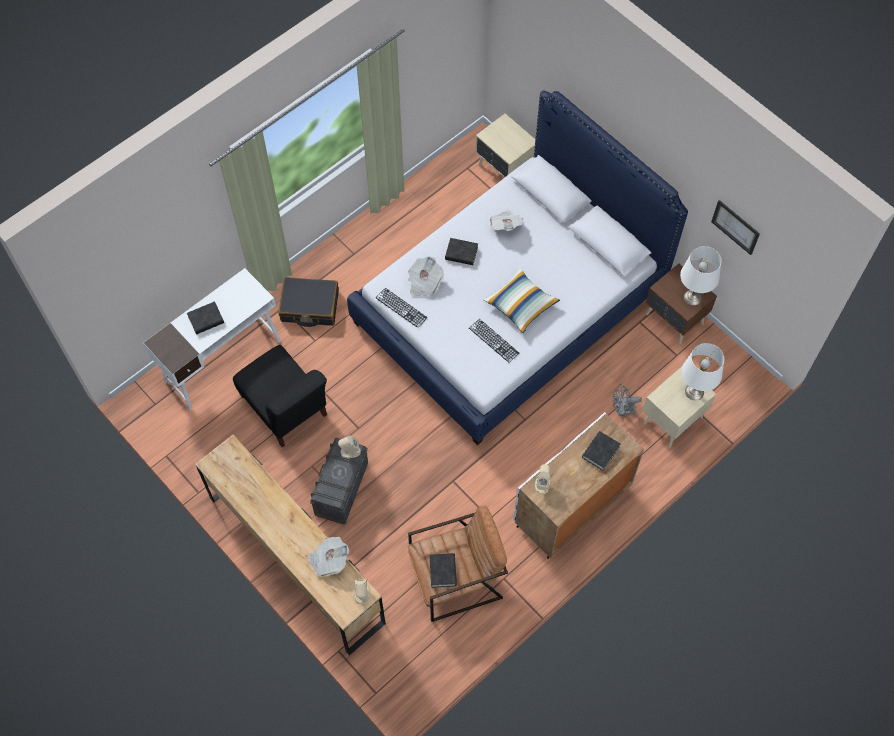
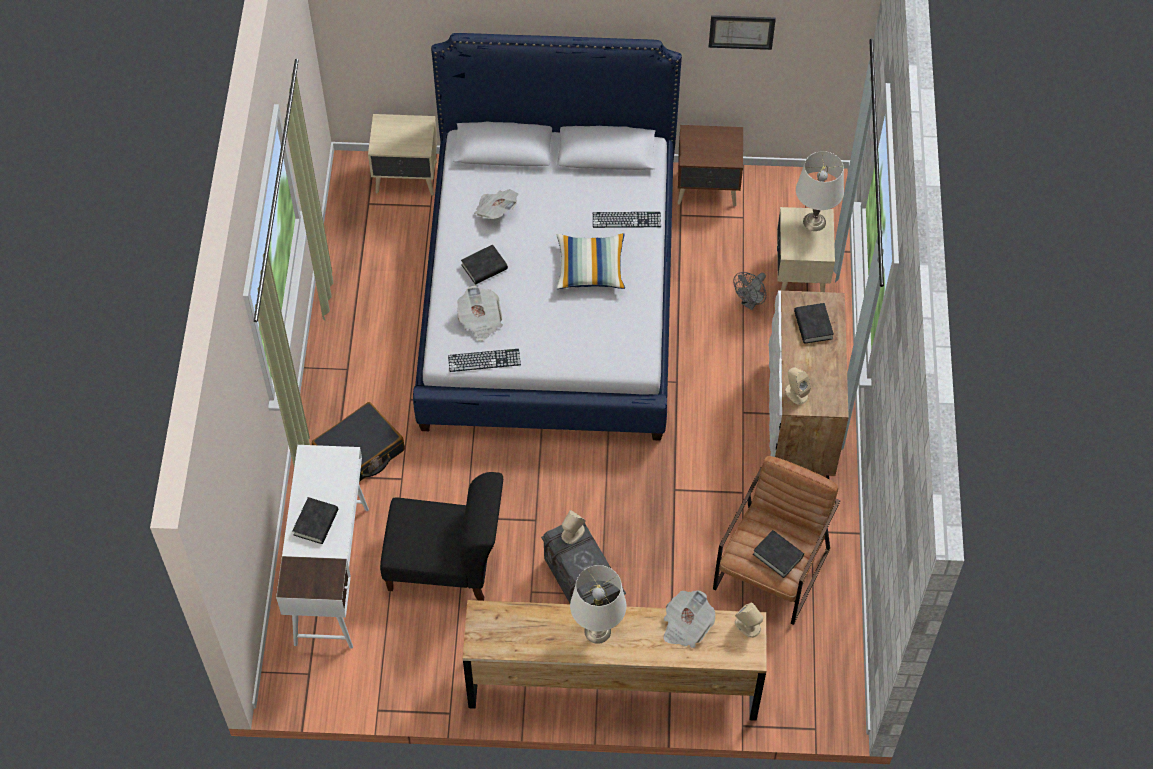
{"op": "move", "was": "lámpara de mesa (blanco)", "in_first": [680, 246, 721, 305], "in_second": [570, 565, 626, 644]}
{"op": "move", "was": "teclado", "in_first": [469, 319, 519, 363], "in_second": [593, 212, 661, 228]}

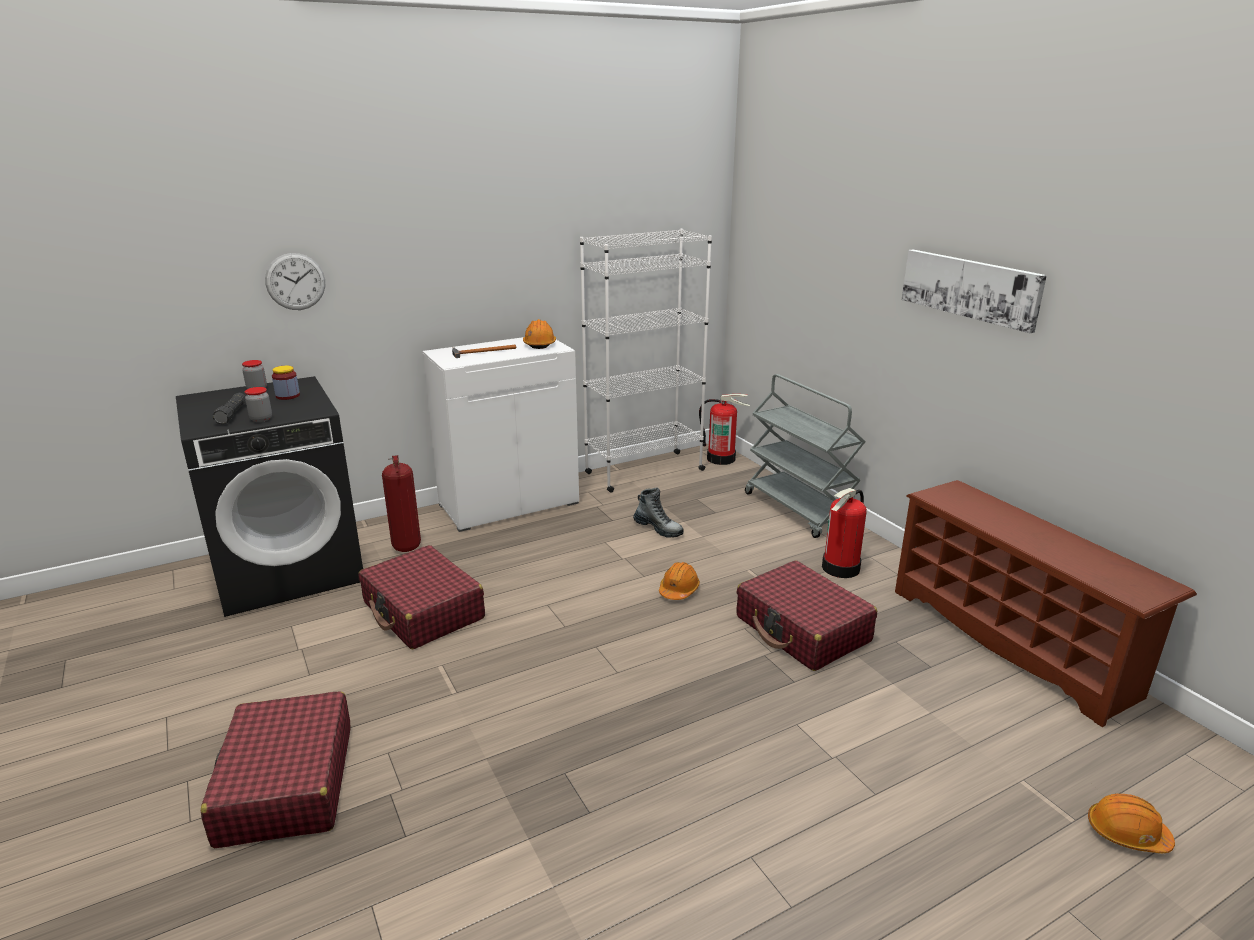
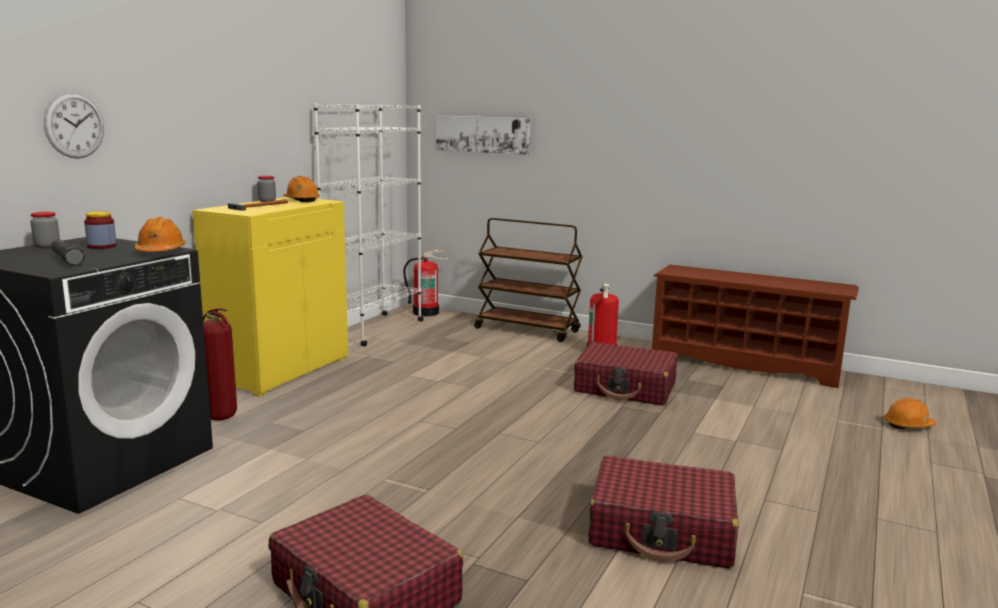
{"op": "move", "was": "cuadro", "in_first": [902, 250, 1047, 333], "in_second": [436, 116, 531, 155]}
{"op": "recolor", "was": "armario (blanco)", "now": "armario (amarillo)", "in_first": [423, 337, 579, 532], "in_second": [192, 197, 348, 397]}
{"op": "recolor", "was": "carrito (gris)", "now": "carrito (marrón)", "in_first": [745, 374, 866, 538], "in_second": [474, 218, 582, 342]}
{"op": "move", "was": "tarro", "in_first": [245, 387, 272, 422], "in_second": [257, 176, 276, 202]}
{"op": "delete", "was": "bota", "in_first": [633, 488, 684, 538]}
{"op": "move", "was": "maleta (rojo)", "in_first": [359, 545, 485, 649], "in_second": [588, 455, 739, 569]}
{"op": "move", "was": "casco (naranja)", "in_first": [659, 562, 700, 600], "in_second": [135, 217, 186, 251]}

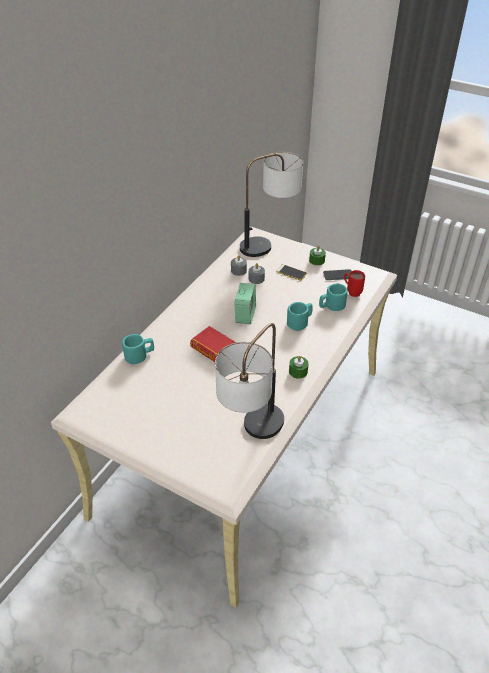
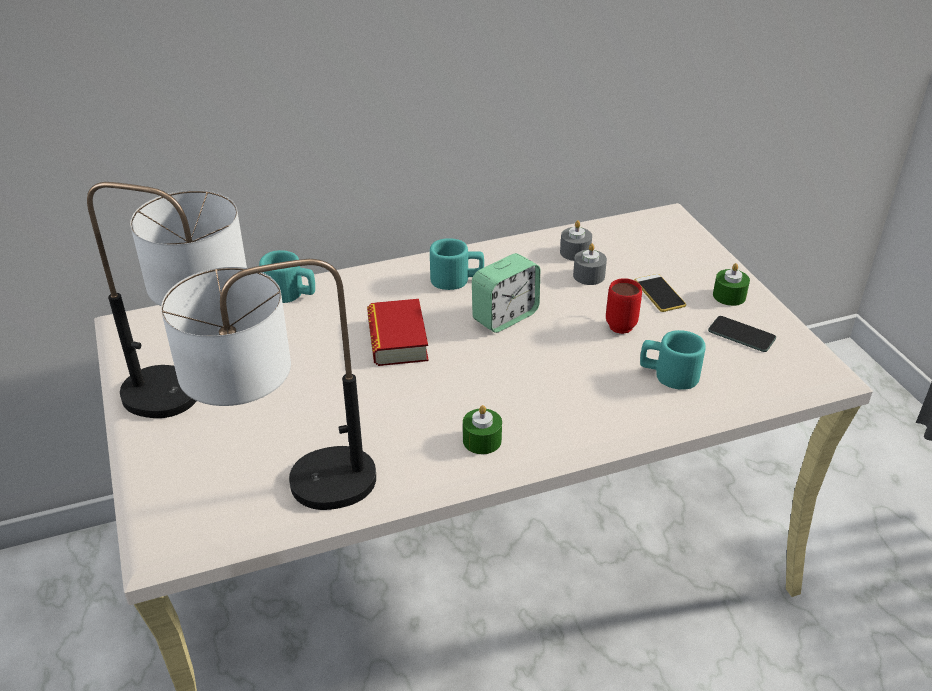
{"op": "move", "was": "lámpara de mesa", "in_first": [240, 152, 303, 257], "in_second": [87, 182, 247, 418]}
{"op": "move", "was": "taza grande (rojo)", "in_first": [344, 270, 365, 297], "in_second": [606, 278, 642, 334]}
{"op": "move", "was": "taza grande (turquesa)", "in_first": [287, 302, 313, 331], "in_second": [430, 238, 484, 290]}

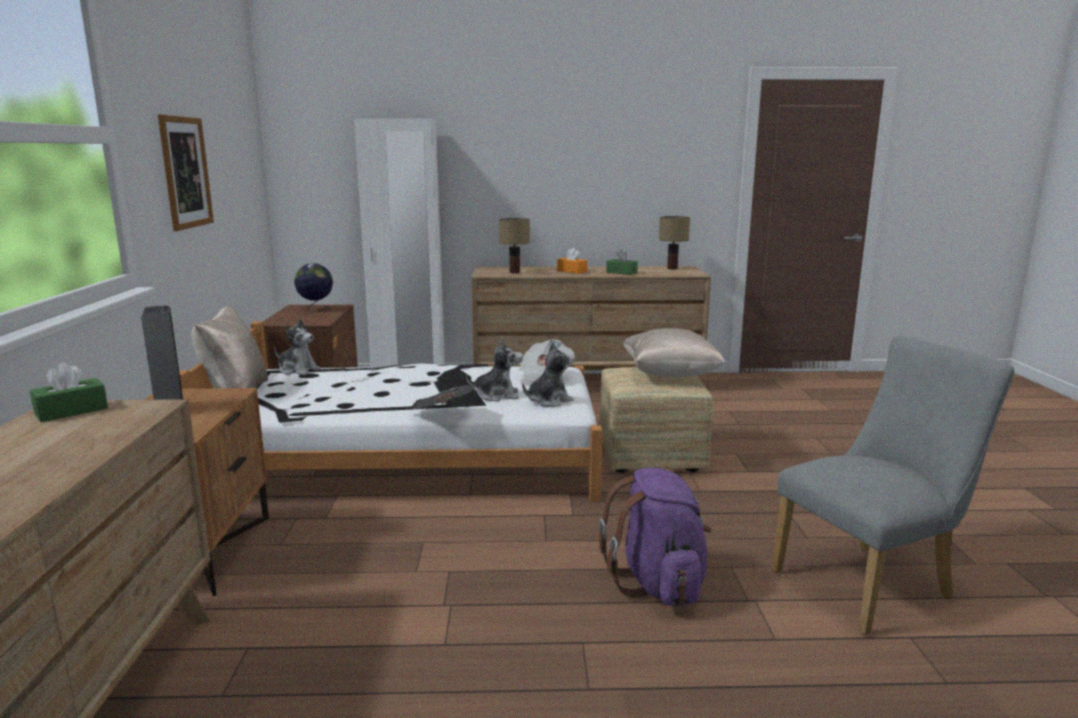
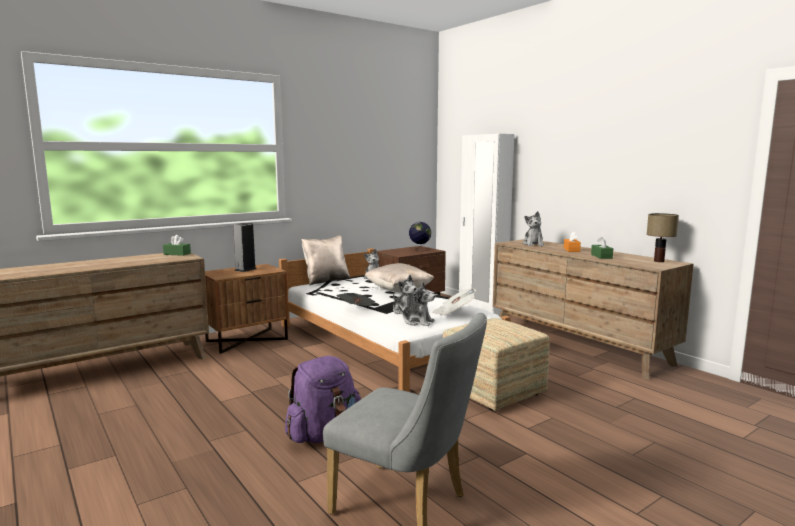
{"op": "delete", "was": "cuadro", "in_first": [158, 115, 214, 231]}
{"op": "replace", "was": "lámpara de mesa", "now": "peluche", "in_first": [499, 218, 530, 273], "in_second": [523, 211, 544, 246]}
{"op": "move", "was": "cojín (beis)", "in_first": [623, 328, 725, 377], "in_second": [364, 263, 435, 292]}

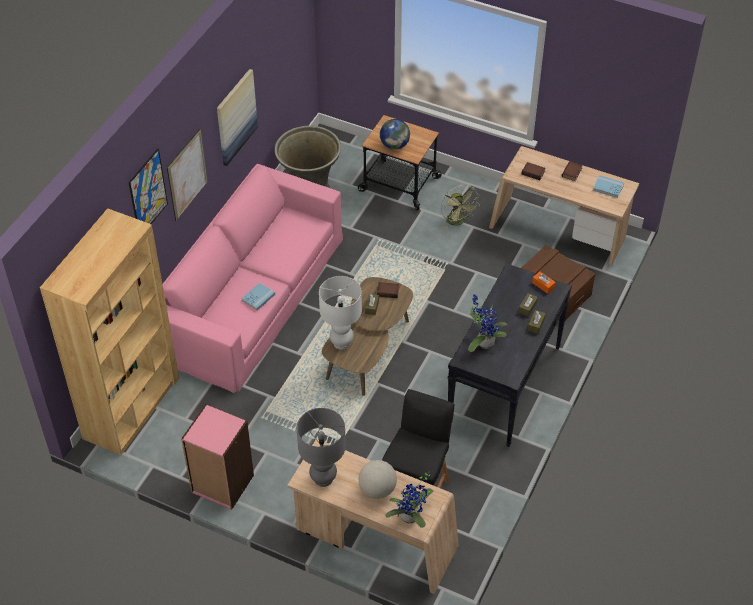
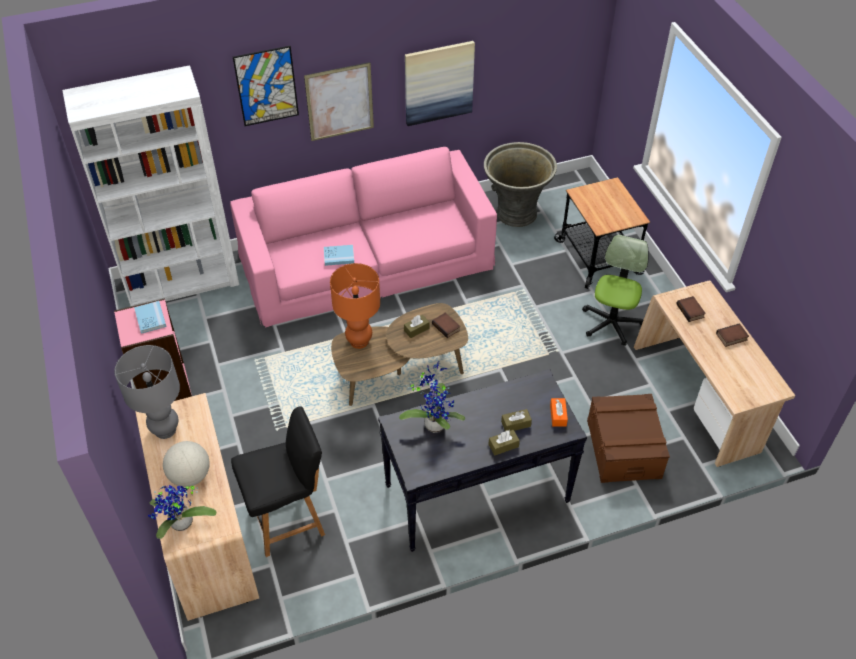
{"op": "delete", "was": "globo terráqueo", "in_first": [380, 119, 410, 150]}
{"op": "move", "was": "libro (azul)", "in_first": [593, 175, 624, 198], "in_second": [134, 301, 167, 334]}
{"op": "replace", "was": "ventilador (verde)", "now": "silla de oficina", "in_first": [441, 185, 480, 229], "in_second": [582, 234, 649, 346]}
{"op": "recolor", "was": "estantería (marrón)", "now": "estantería (blanco)", "in_first": [40, 208, 179, 455], "in_second": [62, 65, 239, 306]}
{"op": "recolor", "was": "lámpara de mesa (blanco)", "now": "lámpara de mesa (naranja)", "in_first": [319, 276, 362, 350], "in_second": [330, 263, 380, 349]}

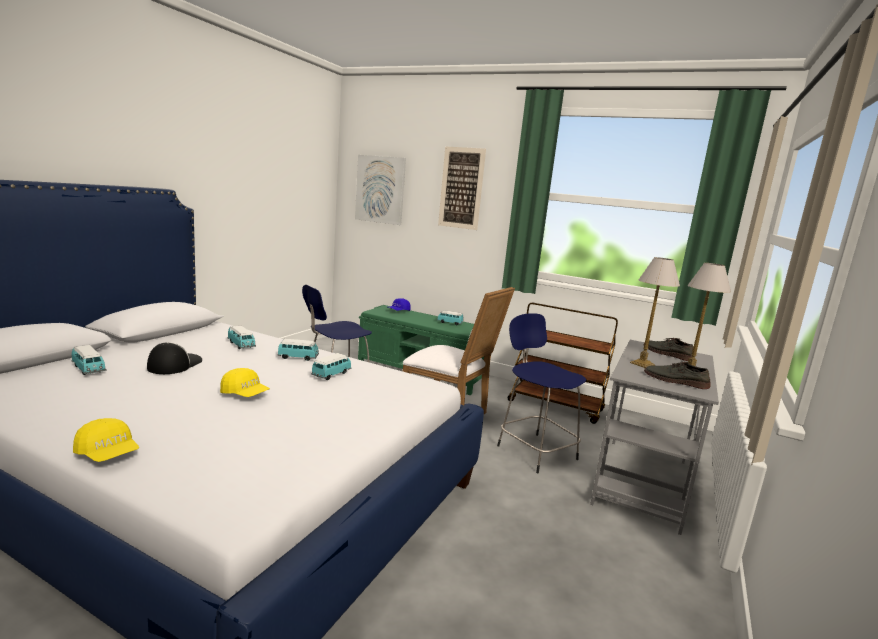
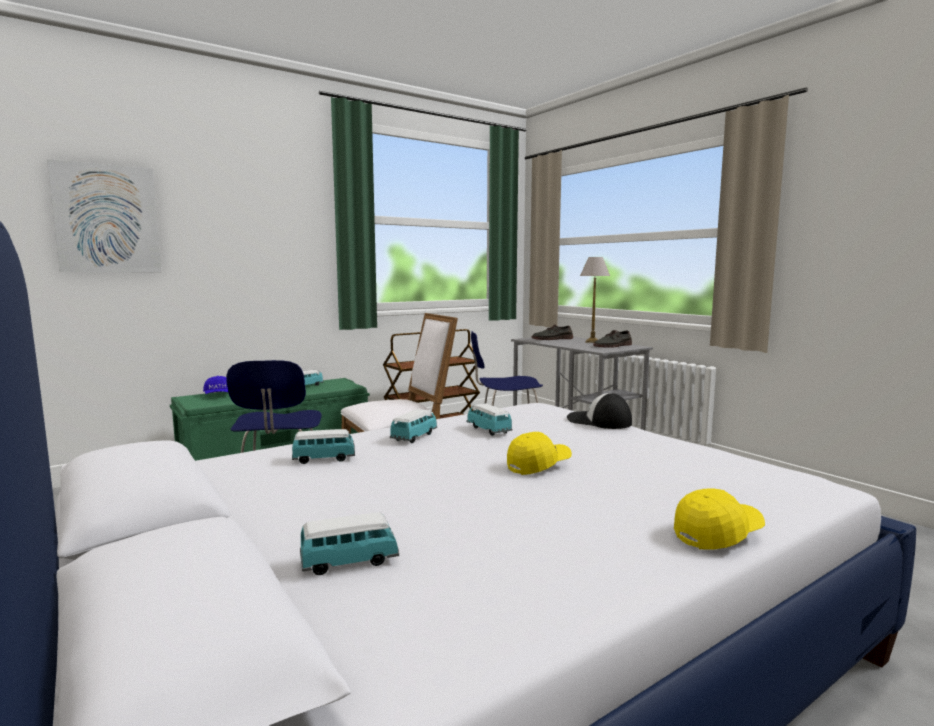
{"op": "delete", "was": "cuadro", "in_first": [438, 146, 486, 230]}
{"op": "delete", "was": "lámpara de mesa", "in_first": [630, 257, 680, 368]}
{"op": "move", "was": "gorra", "in_first": [147, 342, 202, 374], "in_second": [567, 393, 632, 429]}

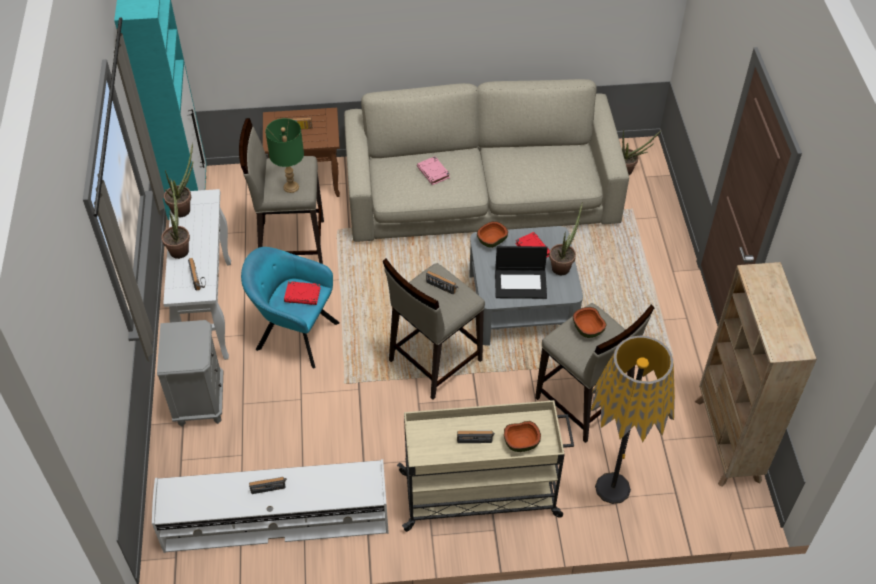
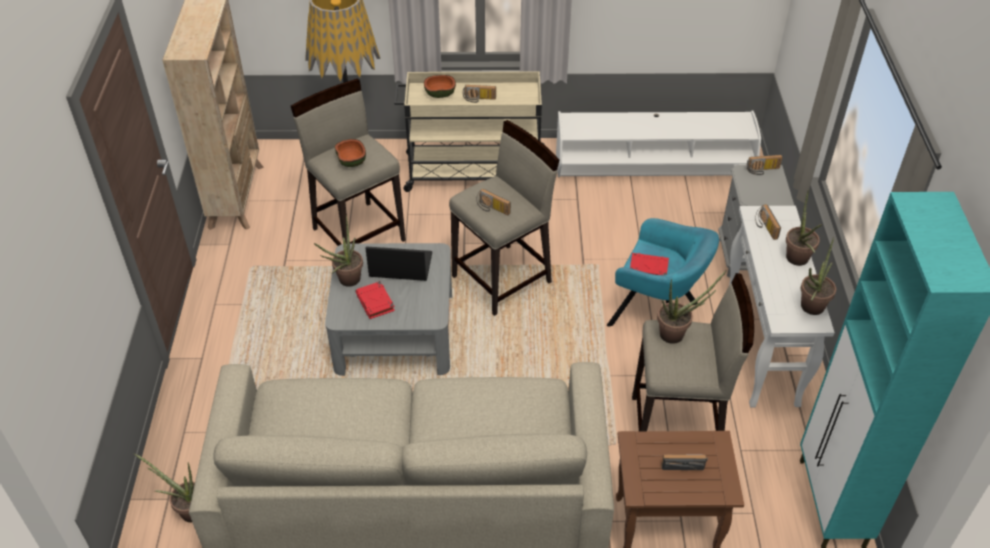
{"op": "replace", "was": "lámpara de mesa (verde)", "now": "planta en maceta", "in_first": [266, 118, 304, 193], "in_second": [657, 270, 727, 344]}
{"op": "delete", "was": "libro (rosa)", "in_first": [417, 156, 450, 185]}
{"op": "delete", "was": "cuenco", "in_first": [477, 221, 508, 248]}
{"op": "move", "was": "radio", "in_first": [249, 477, 287, 494], "in_second": [747, 155, 782, 175]}

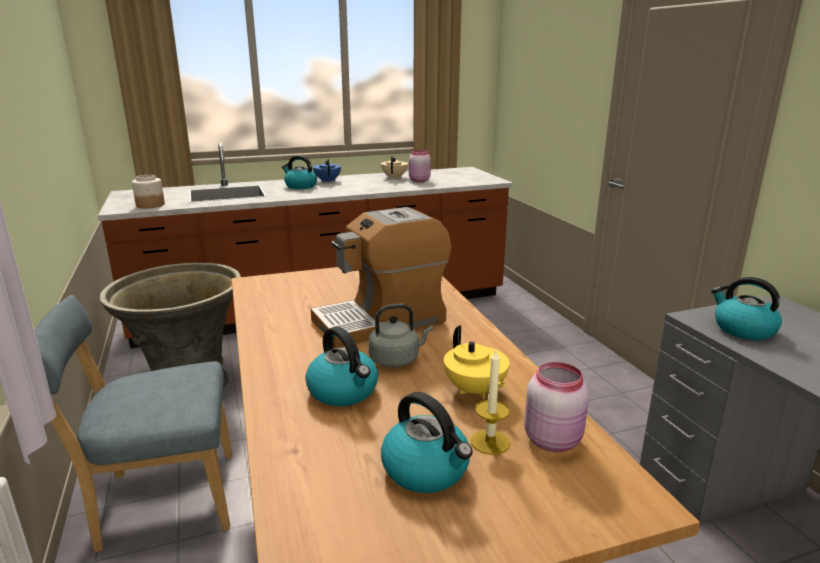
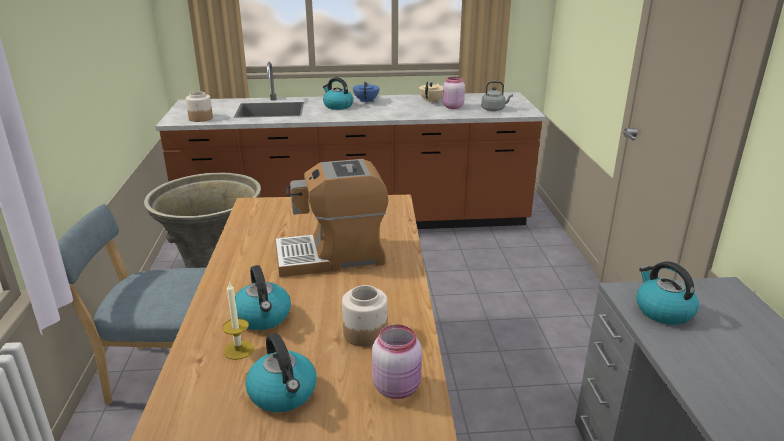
{"op": "move", "was": "hervidor (gris)", "in_first": [368, 304, 433, 368], "in_second": [481, 81, 513, 111]}
{"op": "replace", "was": "tetera (amarillo)", "now": "tarro", "in_first": [444, 325, 509, 399], "in_second": [342, 285, 388, 347]}
{"op": "move", "was": "vela", "in_first": [471, 350, 510, 455], "in_second": [222, 282, 254, 360]}

